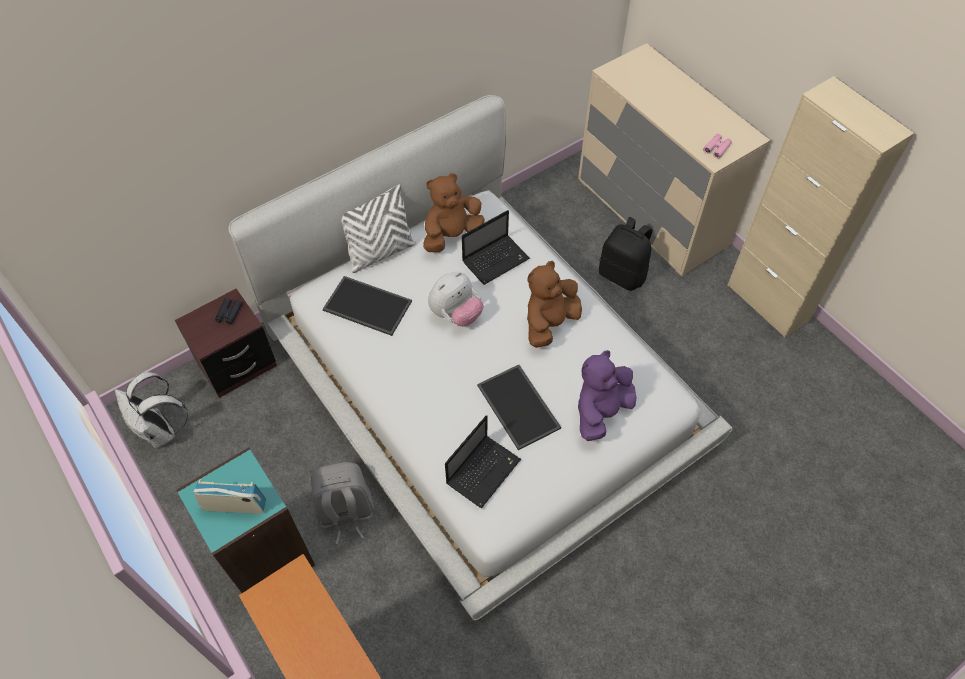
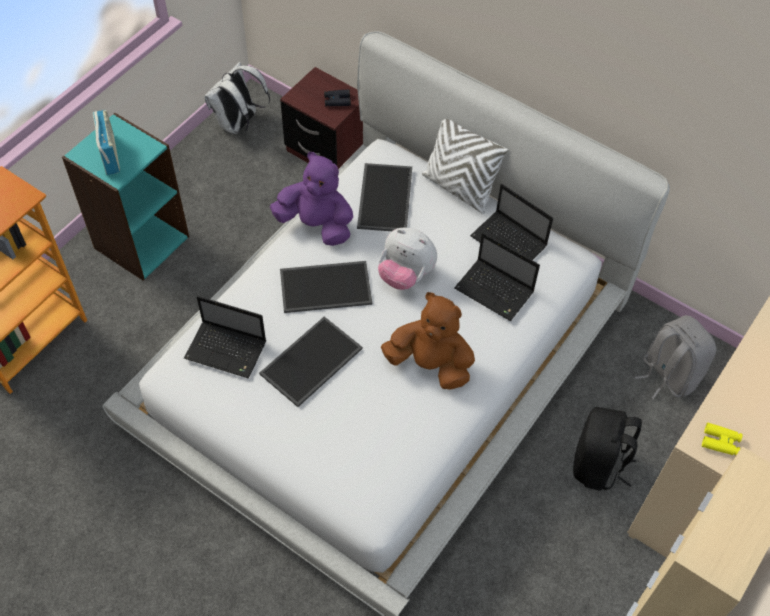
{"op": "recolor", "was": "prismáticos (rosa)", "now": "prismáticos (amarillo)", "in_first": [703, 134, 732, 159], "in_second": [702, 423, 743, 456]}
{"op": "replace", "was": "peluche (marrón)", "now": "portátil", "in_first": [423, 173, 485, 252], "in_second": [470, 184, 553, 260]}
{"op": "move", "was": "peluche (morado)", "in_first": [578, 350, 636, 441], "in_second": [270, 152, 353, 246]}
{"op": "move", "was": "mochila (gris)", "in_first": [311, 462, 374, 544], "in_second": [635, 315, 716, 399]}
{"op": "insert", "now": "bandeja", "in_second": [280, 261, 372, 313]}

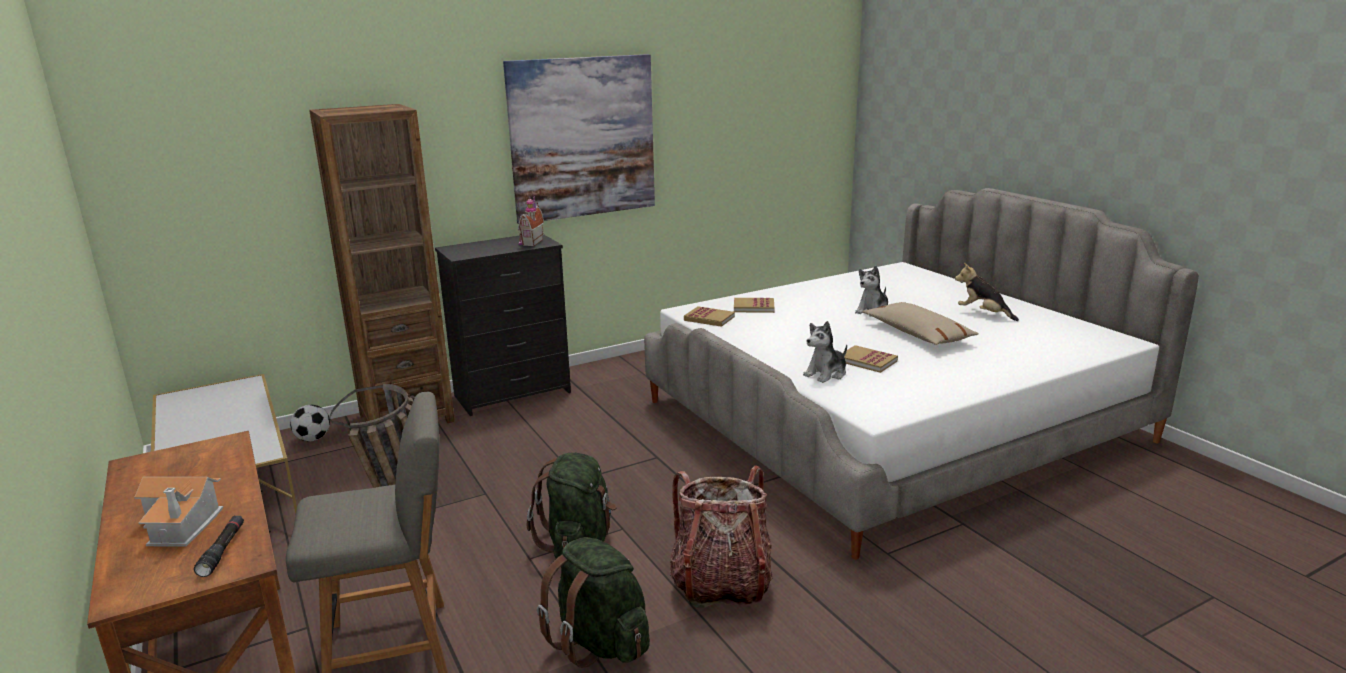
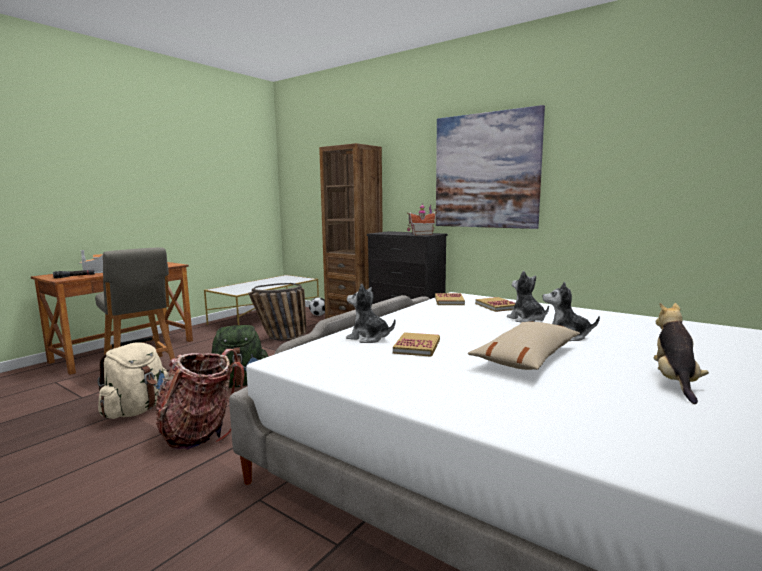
{"op": "recolor", "was": "mochila (verde)", "now": "mochila (beis)", "in_first": [537, 537, 650, 668], "in_second": [98, 342, 168, 419]}
{"op": "insert", "now": "peluche", "in_second": [507, 271, 549, 322]}

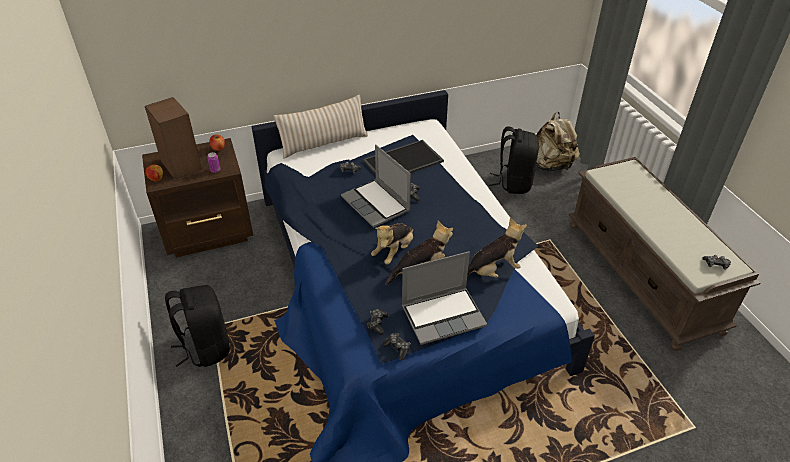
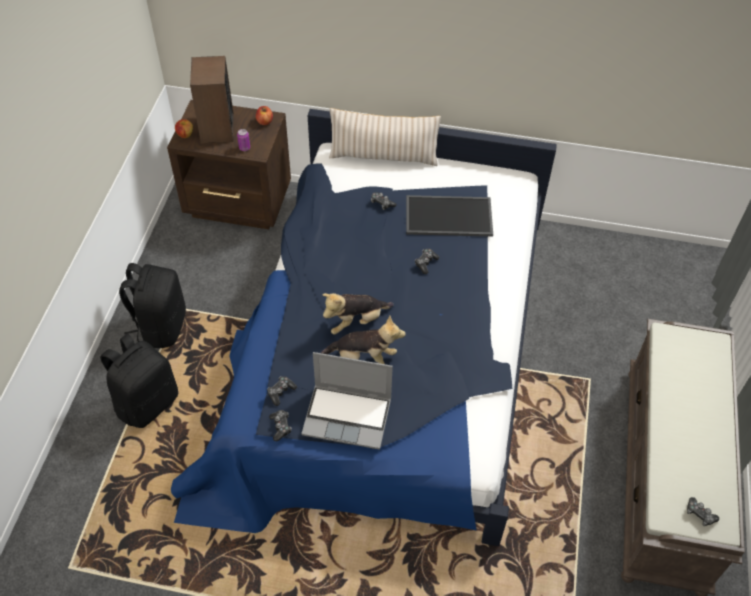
{"op": "delete", "was": "mochila (beis)", "in_first": [536, 112, 580, 171]}
{"op": "move", "was": "mochila (negro)", "in_first": [489, 127, 539, 194], "in_second": [100, 333, 178, 428]}
{"op": "delete", "was": "portátil", "in_first": [341, 144, 411, 228]}
{"op": "delete", "was": "peluche", "in_first": [467, 218, 527, 278]}

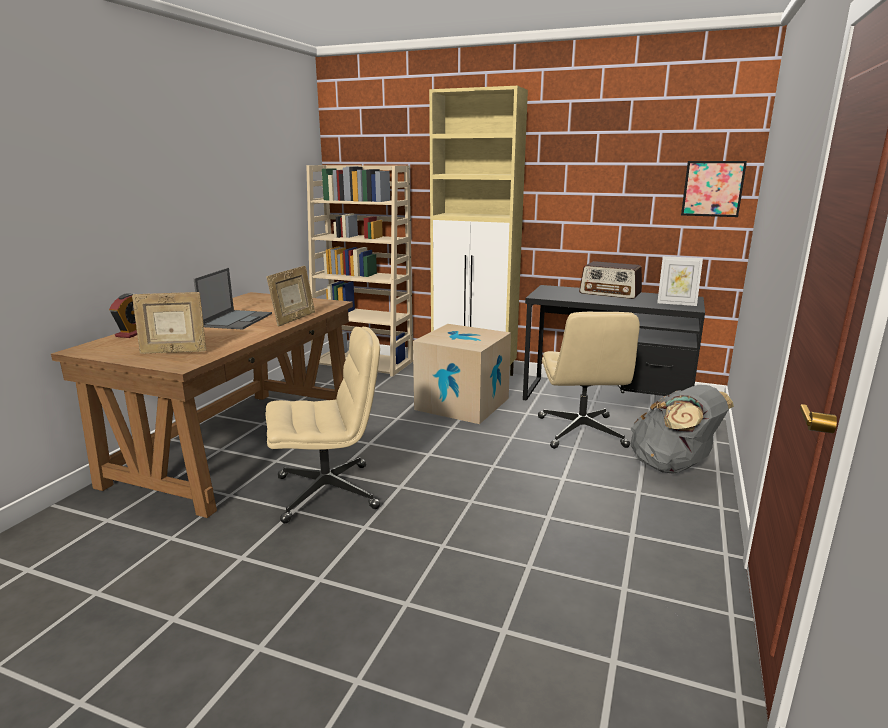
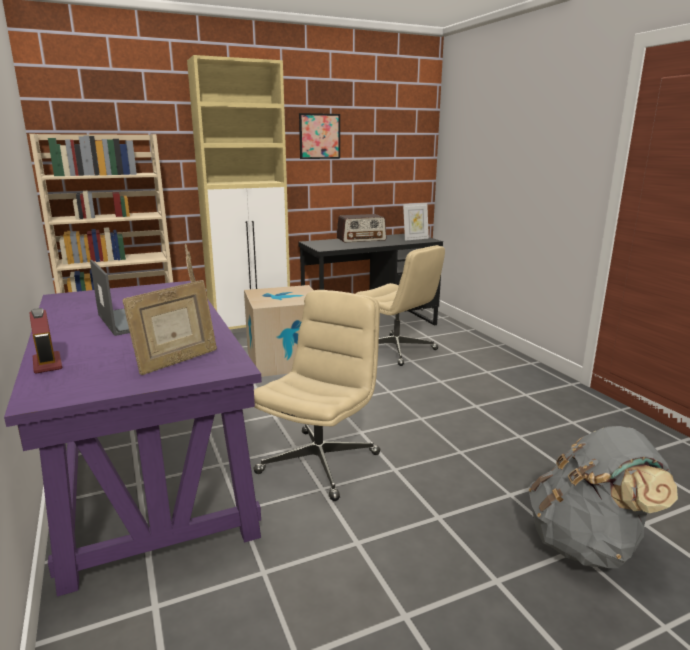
{"op": "move", "was": "cuadro", "in_first": [681, 161, 747, 217], "in_second": [299, 113, 340, 159]}
{"op": "recolor", "was": "escritorio (marrón)", "now": "escritorio (morado)", "in_first": [51, 292, 353, 518], "in_second": [4, 281, 262, 597]}
{"op": "move", "was": "mochila (gris)", "in_first": [630, 385, 734, 474], "in_second": [529, 426, 678, 568]}

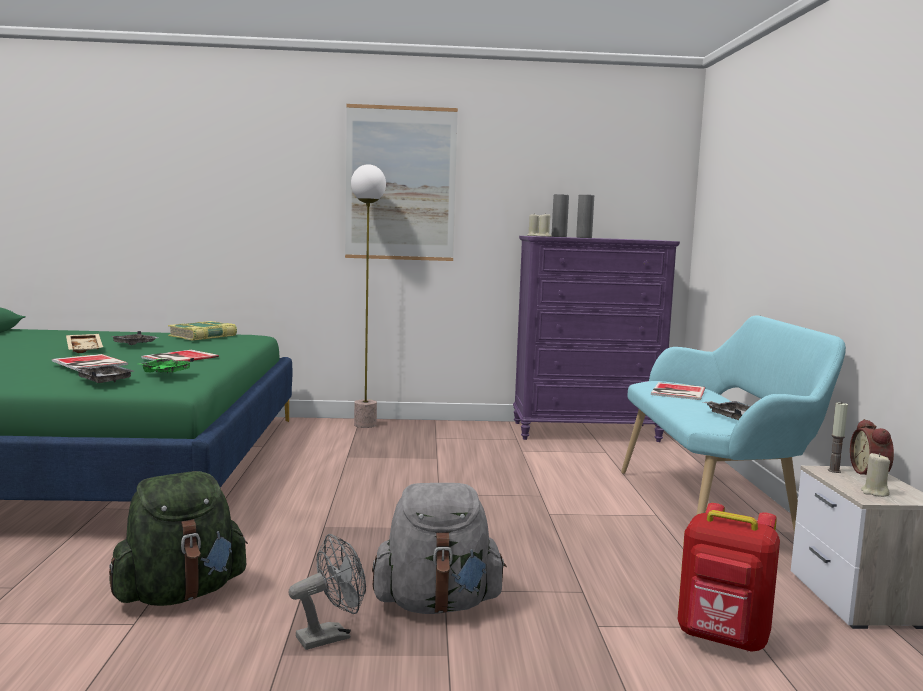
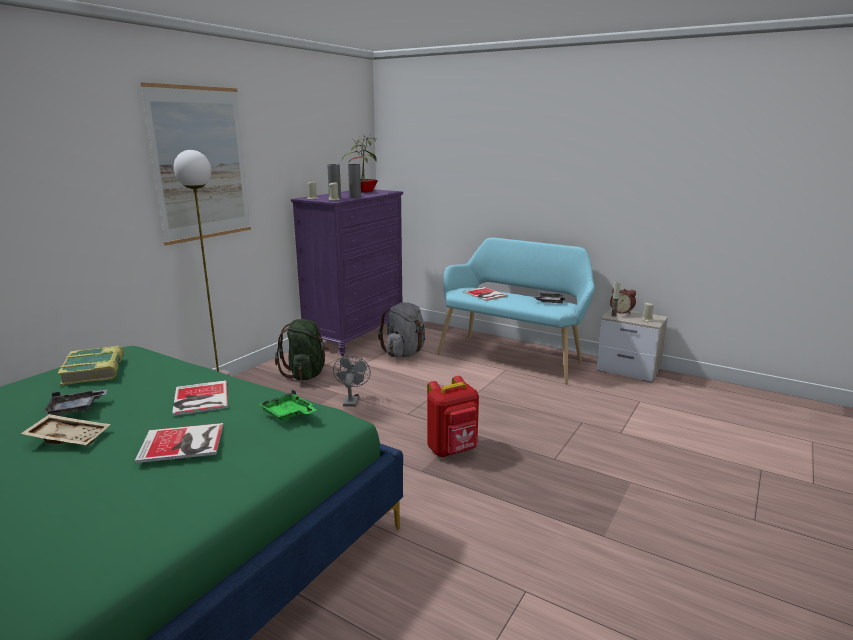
{"op": "delete", "was": "bandeja (gris)", "in_first": [75, 364, 134, 383]}
{"op": "move", "was": "mochila (verde)", "in_first": [109, 471, 248, 606], "in_second": [275, 319, 329, 380]}
{"op": "move", "was": "mochila (gris)", "in_first": [372, 483, 507, 614], "in_second": [378, 302, 425, 358]}
{"op": "move", "was": "mochila (rojo)", "in_first": [678, 503, 780, 652], "in_second": [427, 376, 479, 457]}
{"op": "move", "was": "ventilador (gris)", "in_first": [289, 534, 366, 650], "in_second": [333, 355, 371, 407]}
{"op": "insert", "now": "planta en maceta", "in_second": [341, 135, 378, 193]}

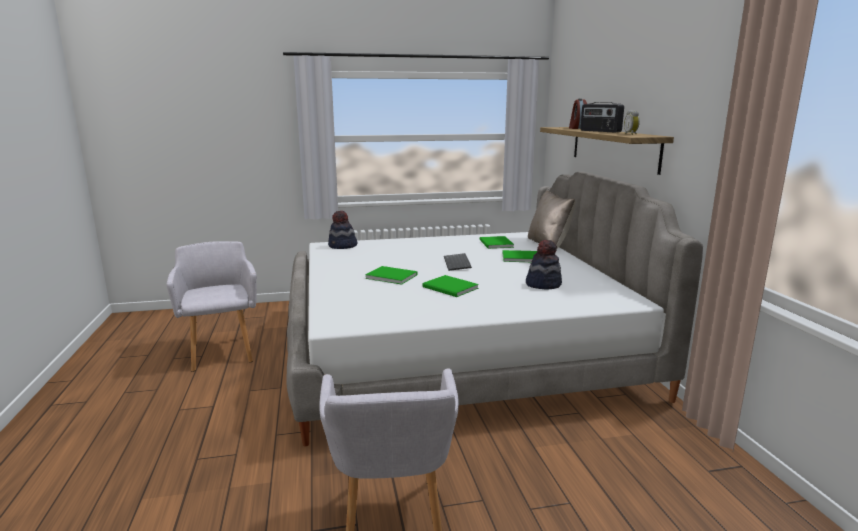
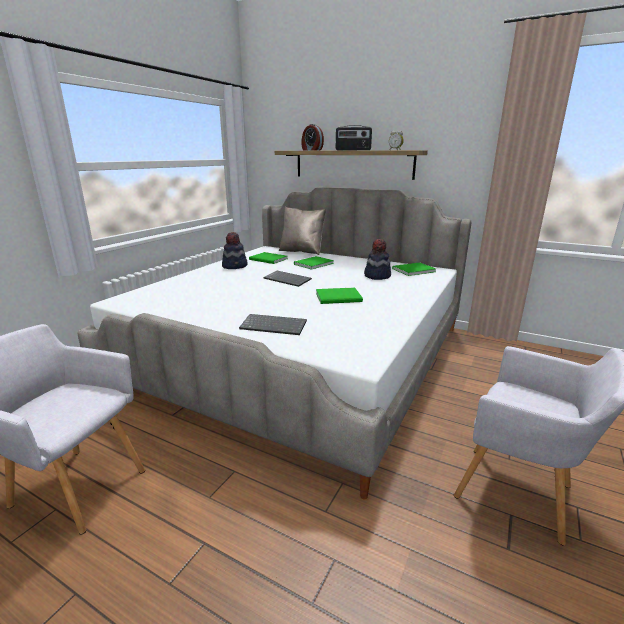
{"op": "move", "was": "sombrero", "in_first": [328, 211, 358, 249], "in_second": [222, 232, 248, 269]}
{"op": "move", "was": "libro (verde)", "in_first": [365, 266, 418, 285], "in_second": [392, 262, 436, 276]}
{"op": "insert", "now": "teclado", "in_second": [239, 314, 307, 335]}

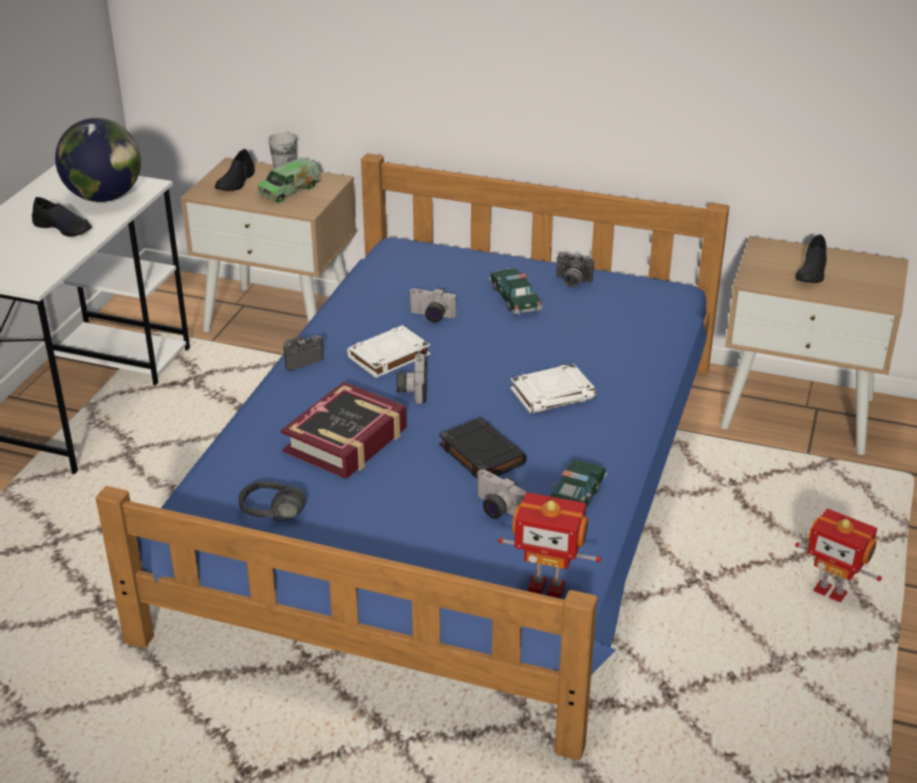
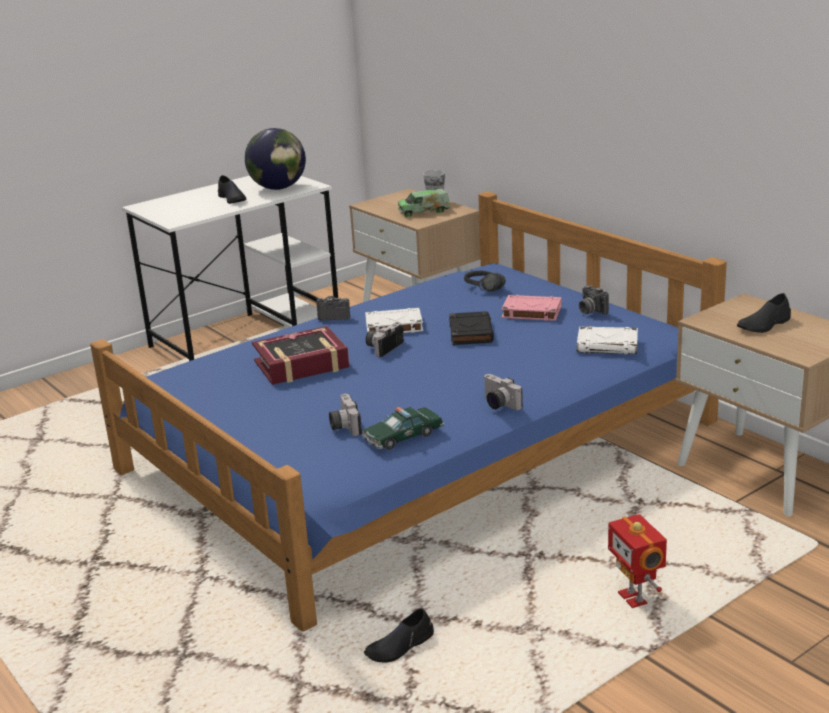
{"op": "move", "was": "zapato (negro)", "in_first": [215, 149, 255, 191], "in_second": [364, 608, 434, 663]}
{"op": "replace", "was": "coche de juguete", "now": "libro (rosa)", "in_first": [488, 269, 543, 316], "in_second": [501, 295, 562, 321]}
{"op": "move", "was": "cámara", "in_first": [409, 288, 457, 322], "in_second": [484, 374, 523, 410]}
{"op": "move", "was": "libro (blanco)", "in_first": [510, 363, 596, 414], "in_second": [577, 326, 638, 354]}
{"op": "move", "was": "libro (negro)", "in_first": [439, 417, 527, 479], "in_second": [449, 311, 494, 345]}
{"op": "move", "was": "auriculares (negro)", "in_first": [239, 481, 306, 521], "in_second": [464, 271, 506, 292]}
{"op": "delete", "was": "robot de juguete", "in_first": [498, 492, 601, 598]}

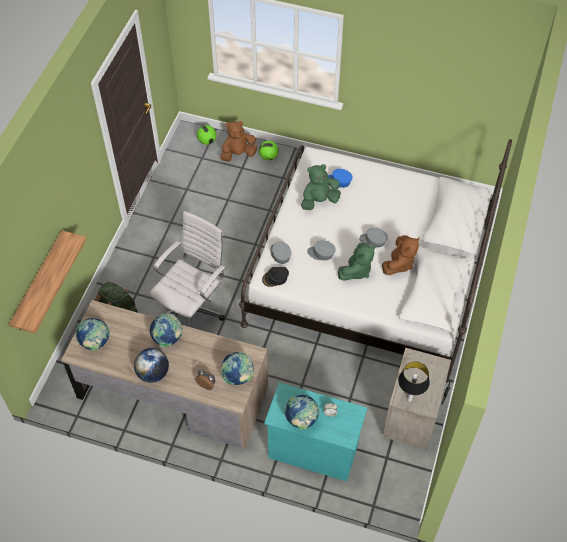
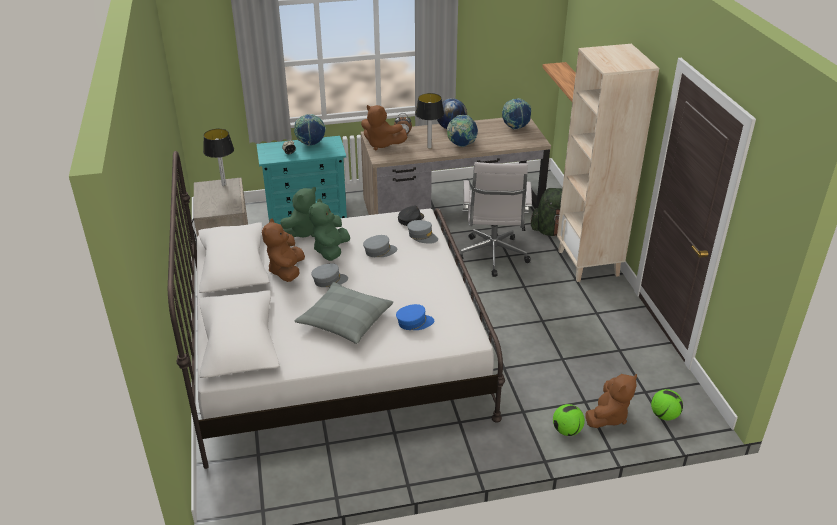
{"op": "move", "was": "peluche (verde)", "in_first": [301, 164, 341, 210], "in_second": [281, 187, 316, 237]}
{"op": "replace", "was": "globo terráqueo", "now": "peluche (marrón)", "in_first": [221, 352, 253, 385], "in_second": [361, 105, 407, 151]}
{"op": "insert", "now": "estantería (beis)", "in_second": [557, 44, 659, 282]}
{"op": "insert", "now": "lámpara de mesa", "in_second": [415, 93, 444, 149]}
{"op": "insert", "now": "cojín (gris)", "in_second": [294, 282, 393, 344]}

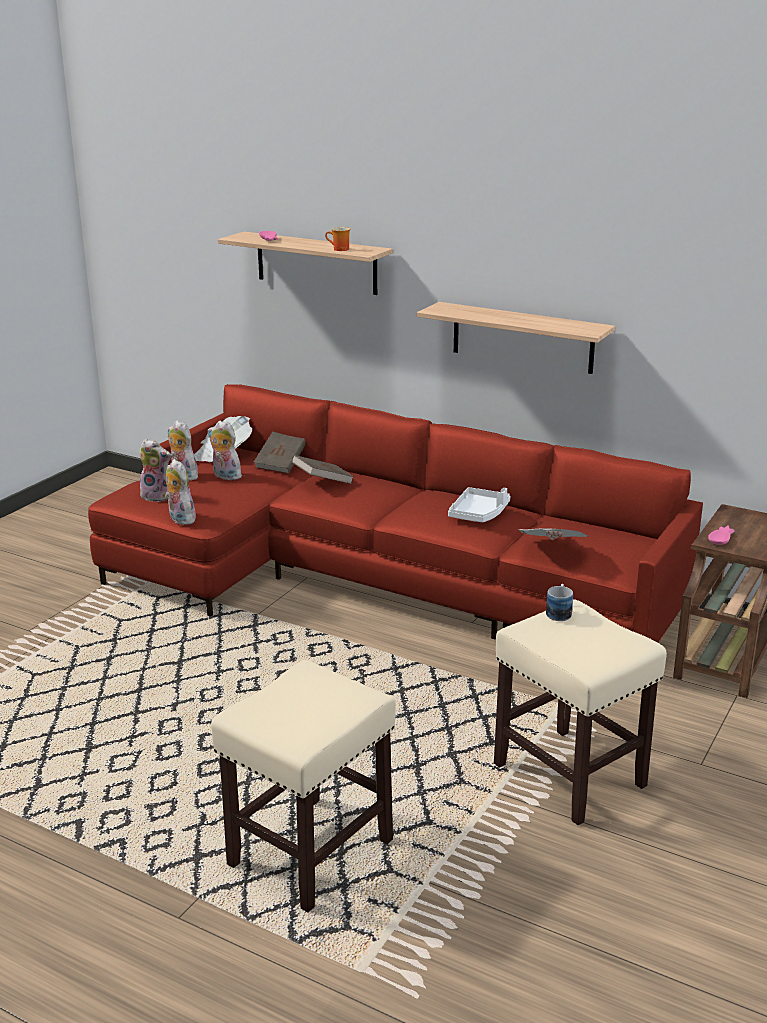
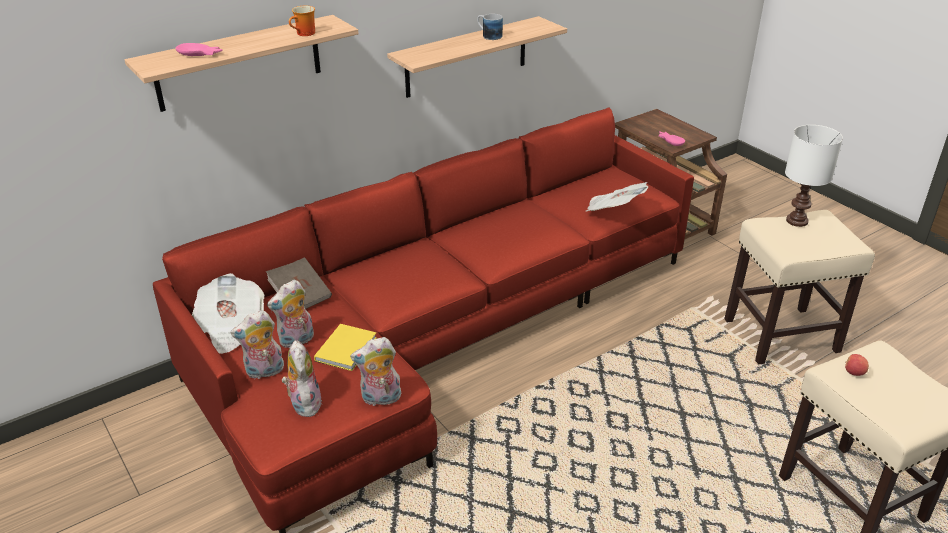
{"op": "rotate", "was": "peluche", "in_first": [140, 439, 171, 502], "in_second": [282, 340, 322, 417], "clockwise": -60}
{"op": "delete", "was": "libro (marrón)", "in_first": [291, 455, 354, 484]}
{"op": "delete", "was": "bandeja (blanco)", "in_first": [448, 487, 510, 522]}
{"op": "move", "was": "taza grande", "in_first": [546, 584, 573, 621], "in_second": [477, 14, 503, 40]}
{"op": "insert", "now": "lámpara de mesa (blanco)", "in_second": [785, 125, 843, 227]}
{"op": "insert", "now": "libro (amarillo)", "in_second": [314, 324, 377, 371]}
{"op": "insert", "now": "manzana", "in_second": [845, 354, 869, 376]}

